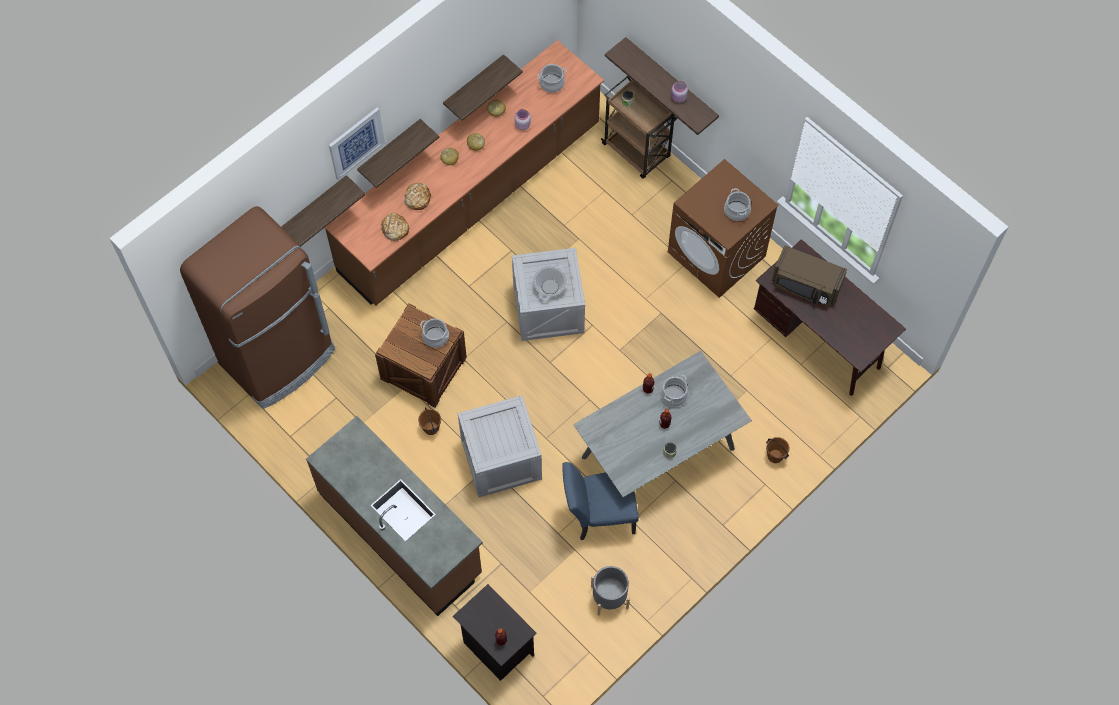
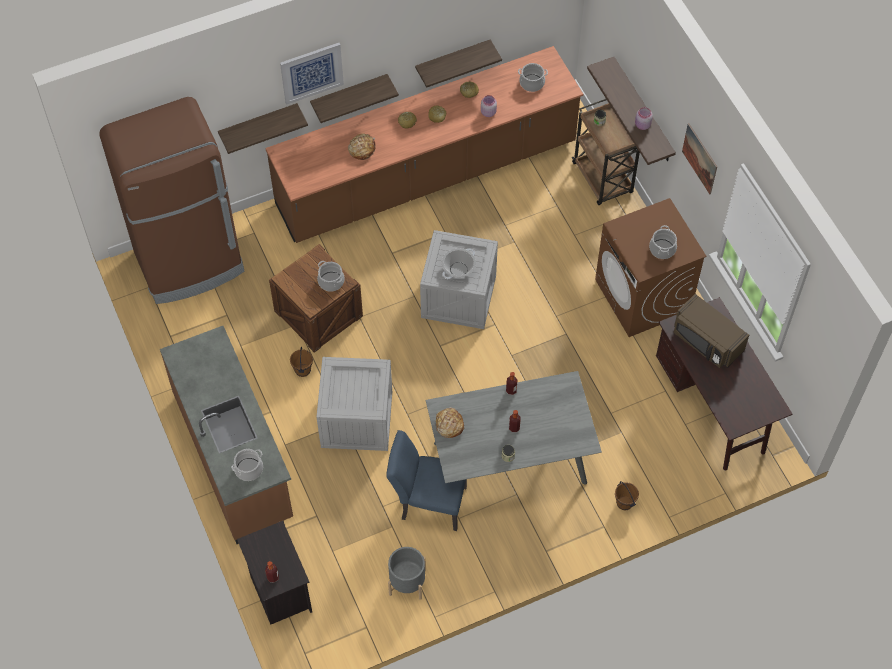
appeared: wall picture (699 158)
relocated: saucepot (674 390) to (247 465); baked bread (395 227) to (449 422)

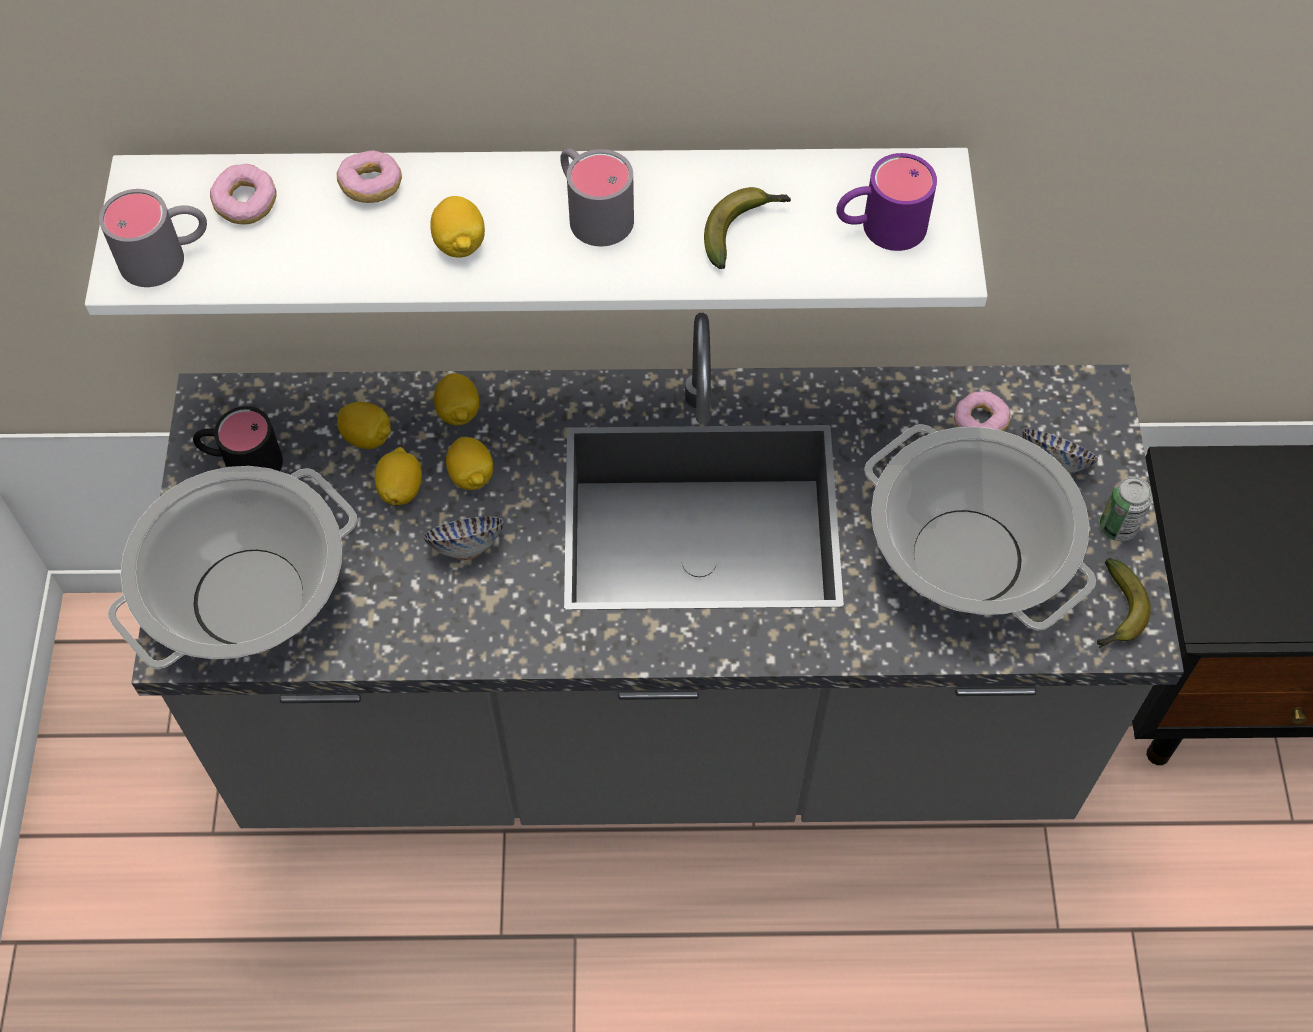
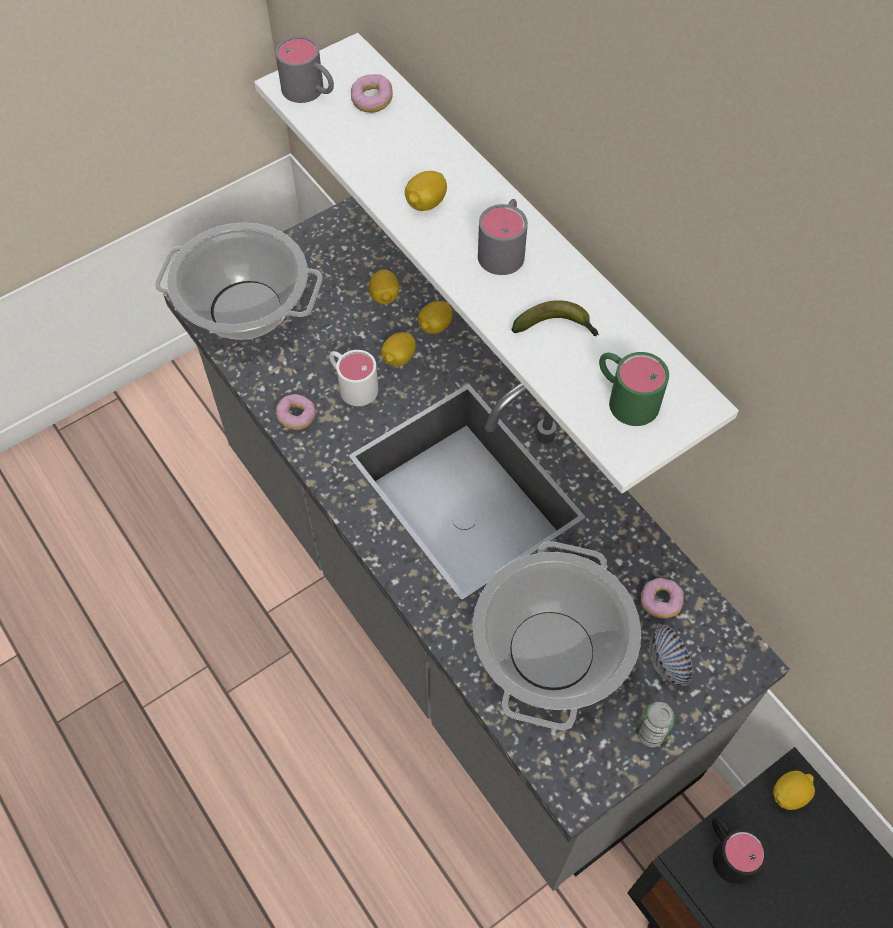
missing: banana (1124 603)
relocated: ring doughnut (369 176) to (296 412); tea mug (black-coloured) (238 438) to (739 850); citrus fruit (398 476) to (794 790)
exchanged: deep dish (463 538) to tea mug (white-coloured) (353 378)
colour: tea mug (purplish) (886 202) to tea mug (greenish) (634 389)

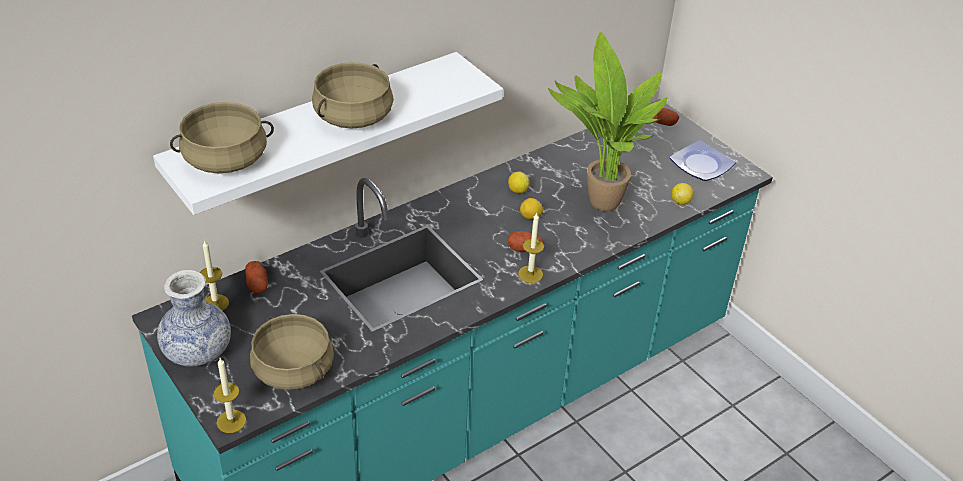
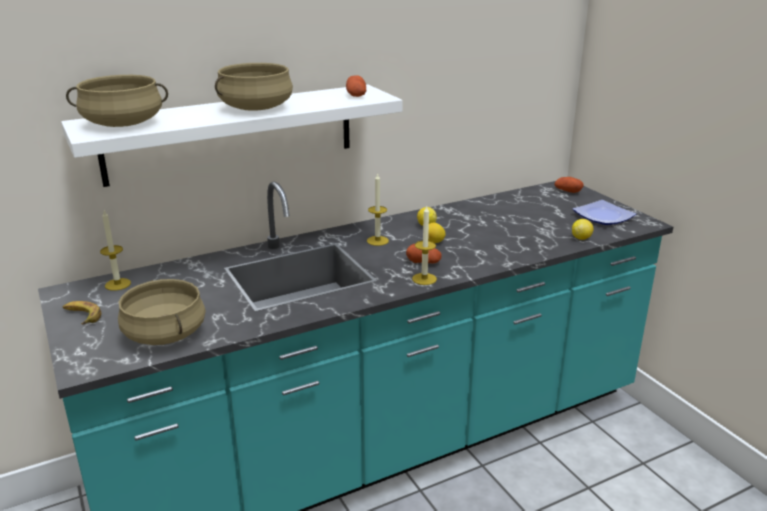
missing: potted plant (608 122)
relocated: potato (256 277) to (356 86); candle (229 395) to (378 209)
exchanged: decorative vase (194 318) to banana (82 313)

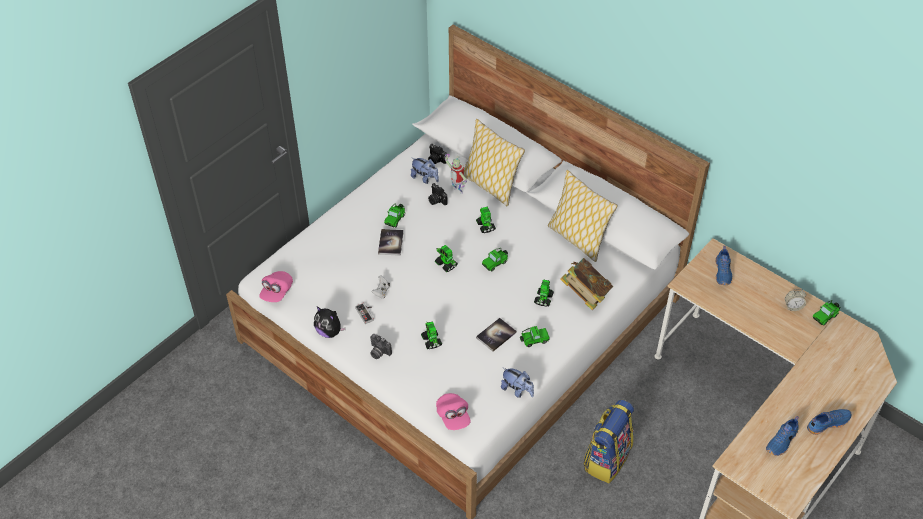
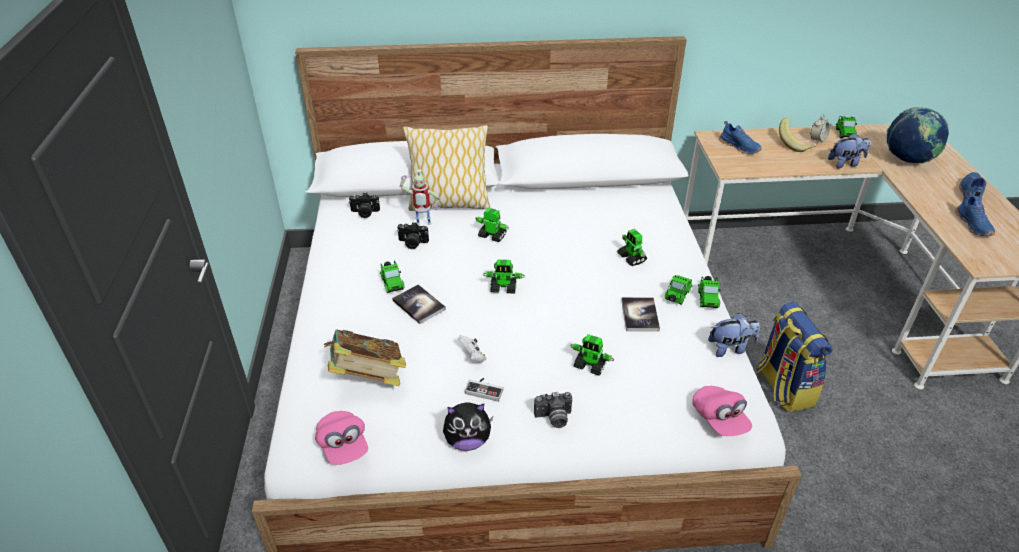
missing: cushion (583 216)
appeared: banana (797 135); world globe (918 135)
relocated: volume (586 284) to (365 357); toy car (495 259) to (709 292); plush toy (425 171) to (849 151)
spun: peaked cap (pink) (453 411) = (722 411) 45 degrees clockwise

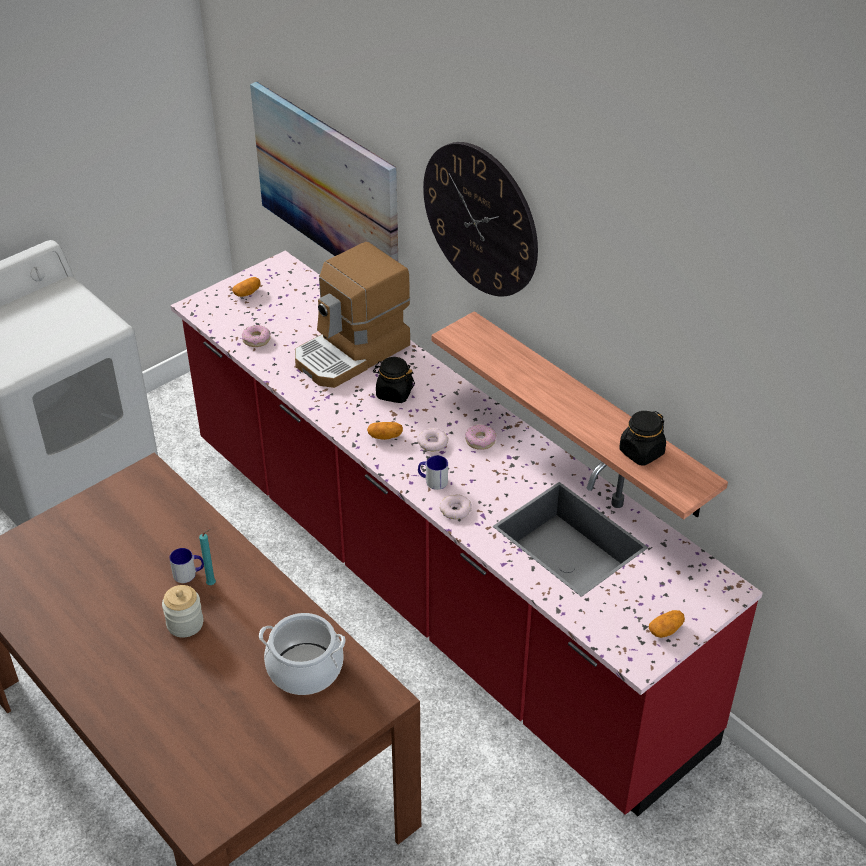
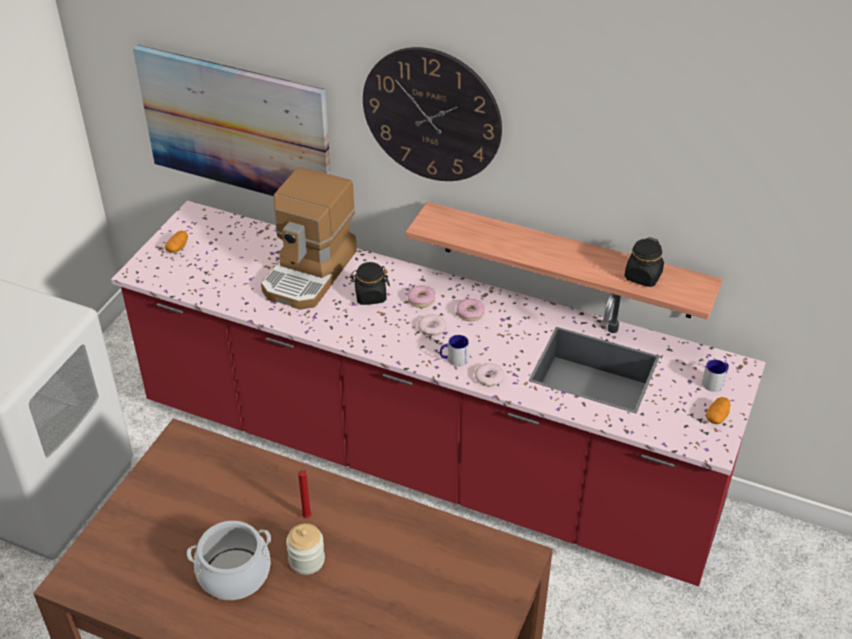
missing: potato (385 431)
relocated: saucepot (302 654) to (229 560); ring doughnut (256 336) to (421 296); tea mug (186 565) to (715 376)
colour: candle (turquoise) (207 557) to candle (red) (304 490)

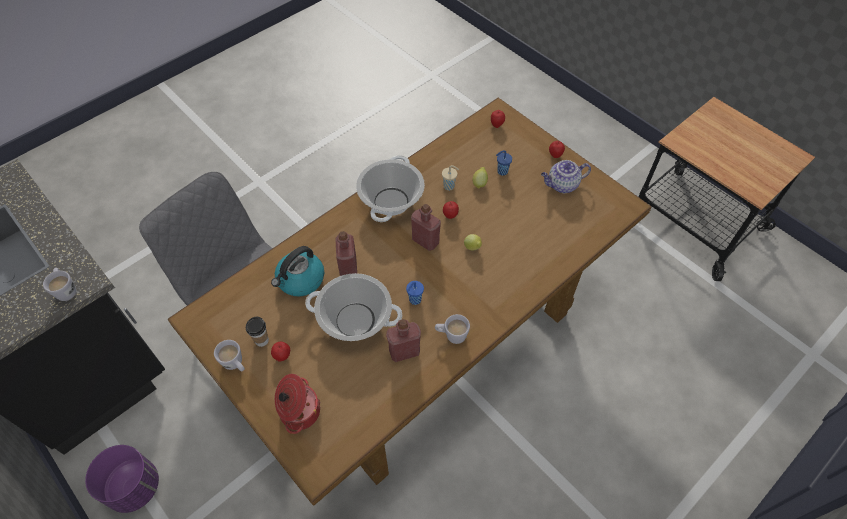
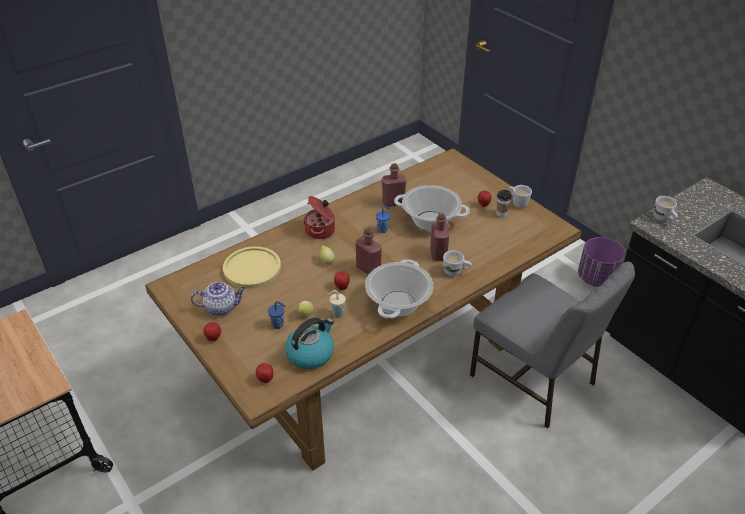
appeared: plate (yellowish) (252 267)
relocated: tea kettle (297 271) to (309 343); saucepot (298 404) to (319 217); tea mug (white-coloured) (452 329) to (457 263)

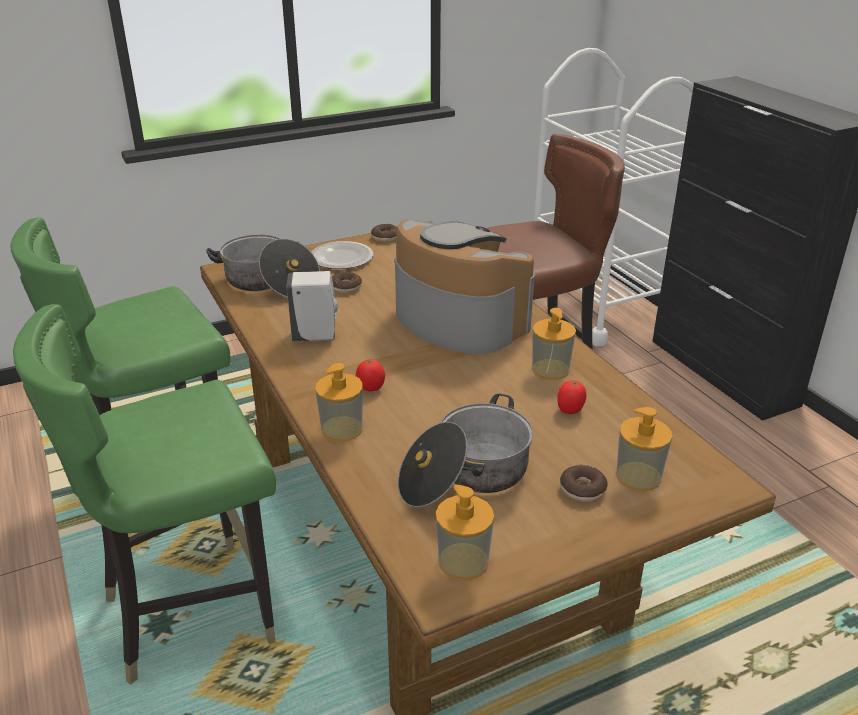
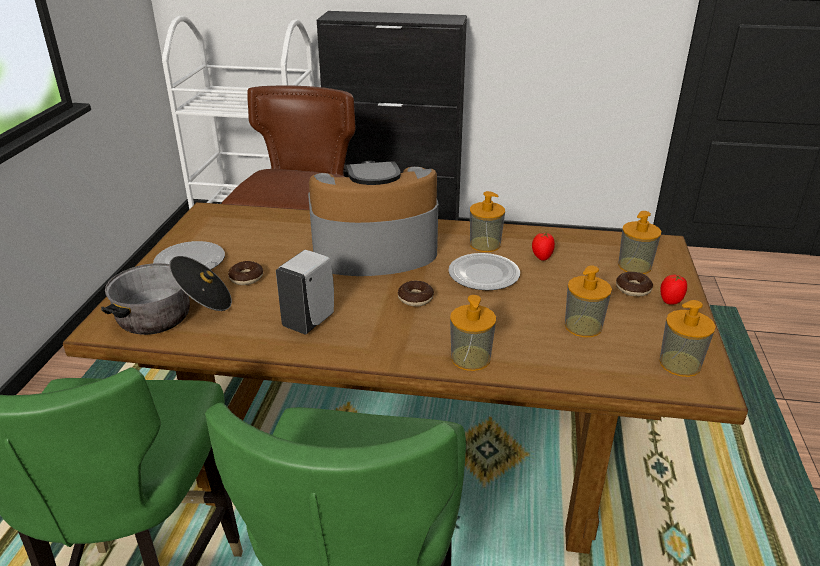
appeared: plate (484 271)
relocated: ring doughnut (384 233) to (416 294); whole tomato (370 375) to (673 289)
exchanged: saucepot (465 451) to liquid soap bottle (588 301)

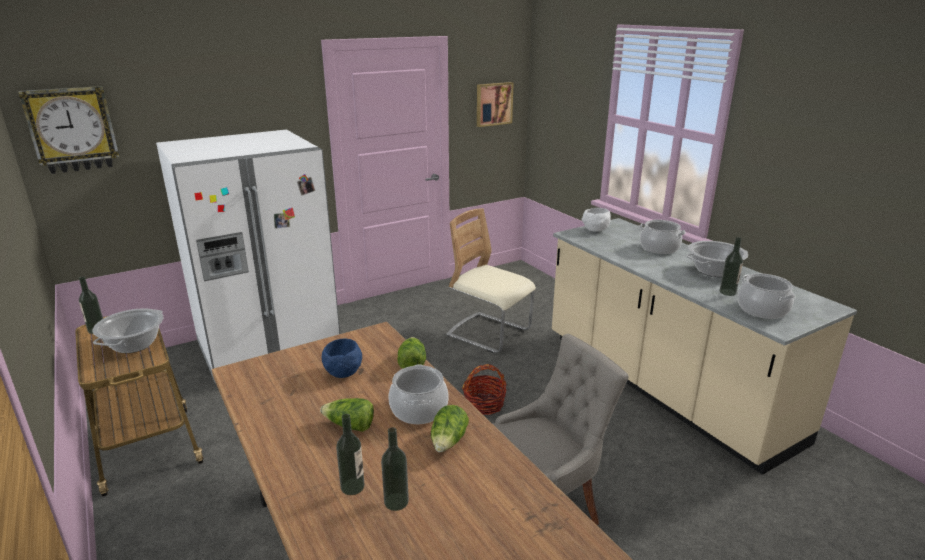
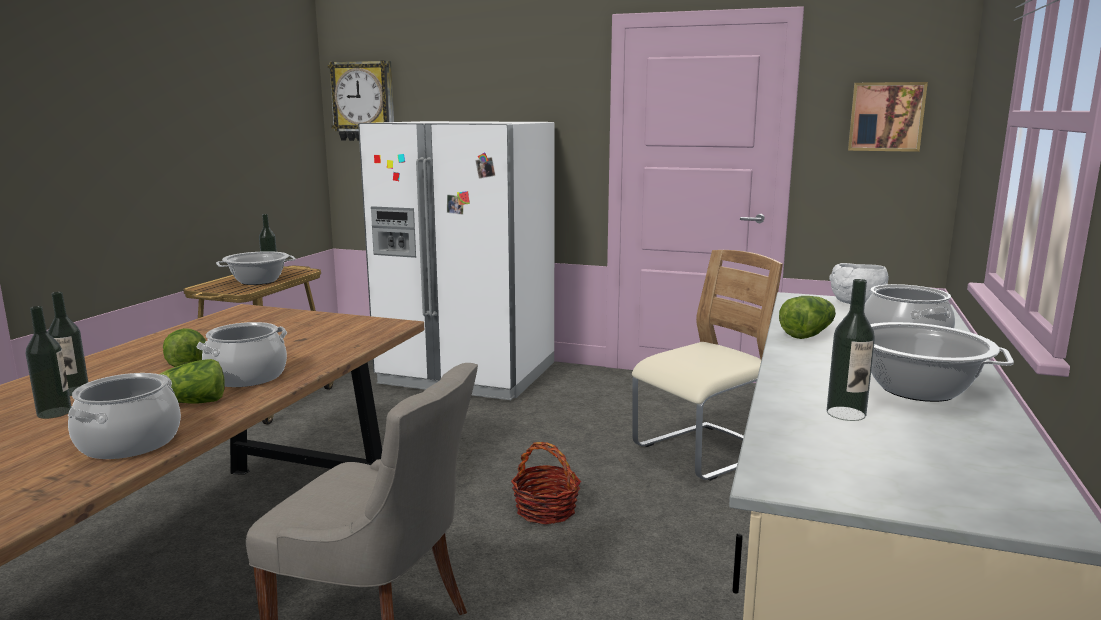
missing: deep dish (blue-coloured) (342 358)
relocated: saucepot (766 296) to (124 416); lettuce (411 353) to (807 317)
spun: plain chair (beige-coloured) (491 280) = (707 365) 60 degrees clockwise

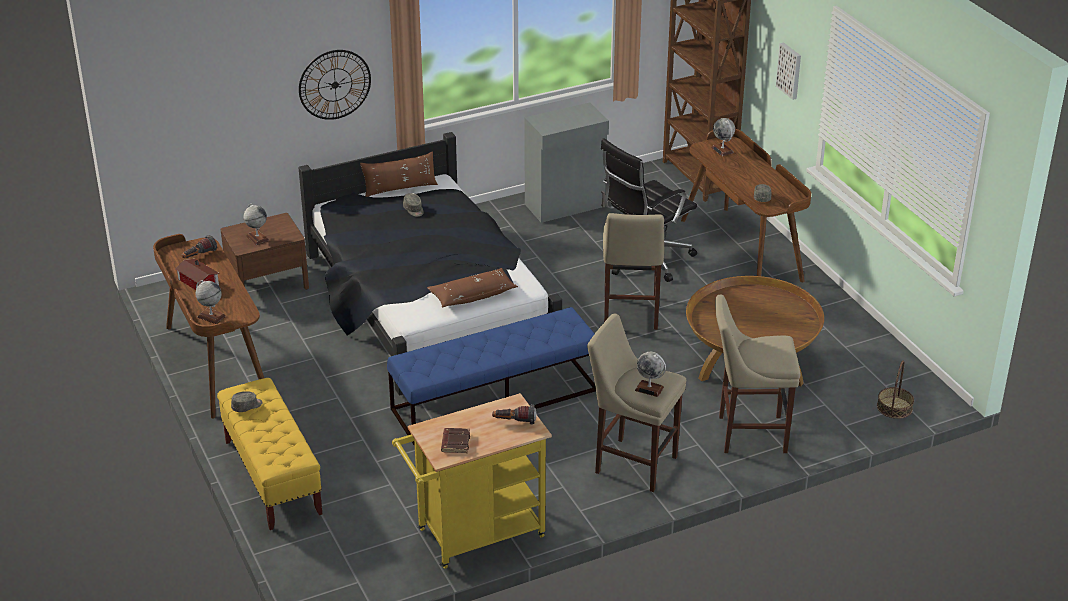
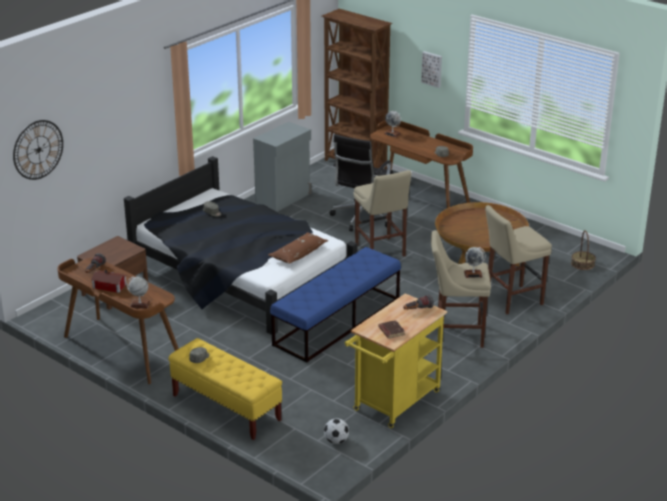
missing: world globe (256 224); cushion (brown) (399 174)
appeared: ball for football (336 431)
relocated: hanging clock (335 85) to (38 150)

